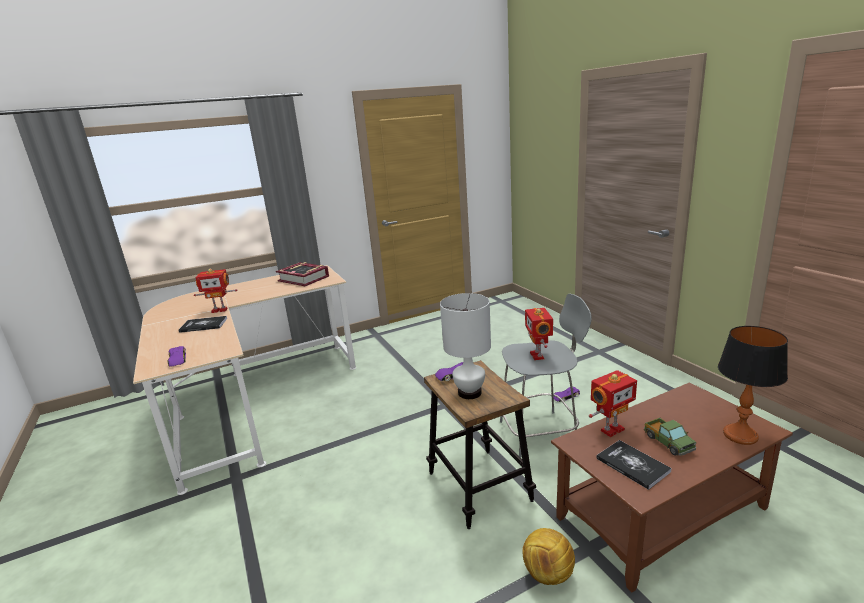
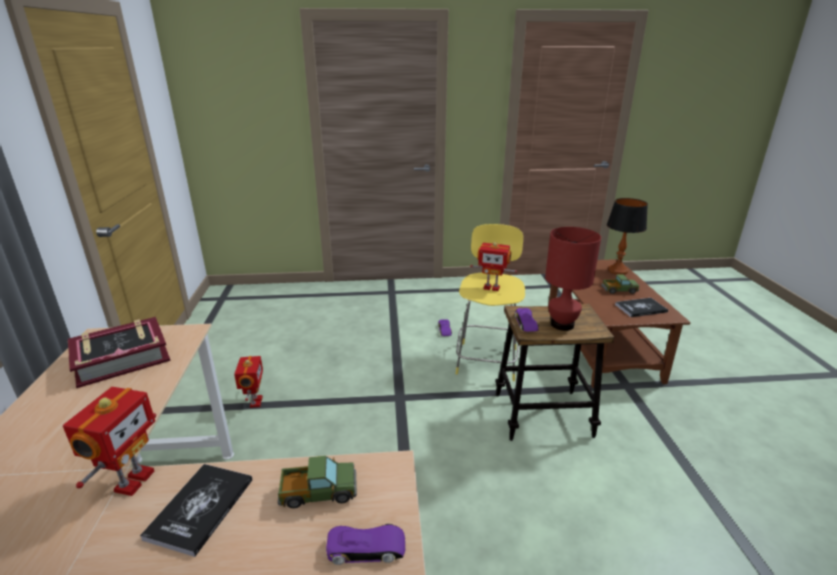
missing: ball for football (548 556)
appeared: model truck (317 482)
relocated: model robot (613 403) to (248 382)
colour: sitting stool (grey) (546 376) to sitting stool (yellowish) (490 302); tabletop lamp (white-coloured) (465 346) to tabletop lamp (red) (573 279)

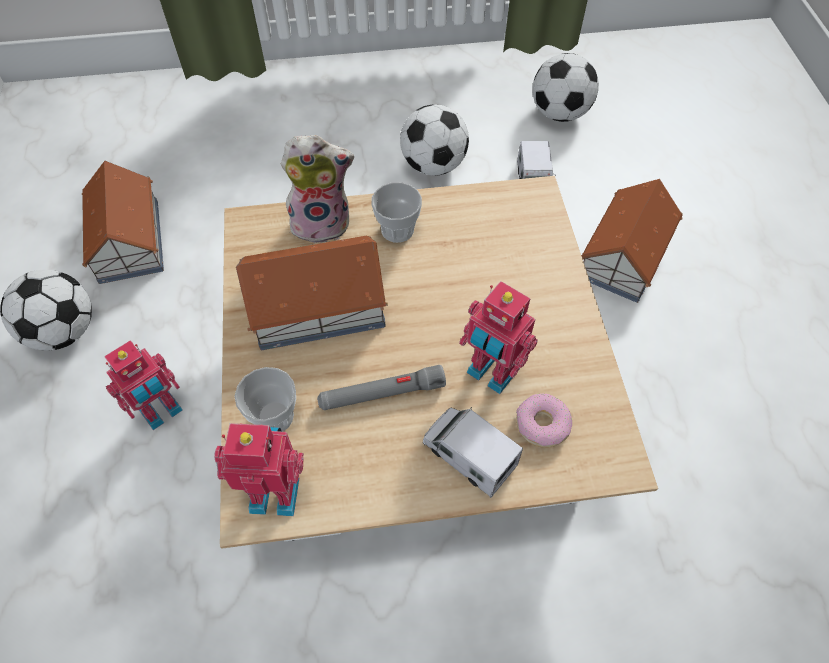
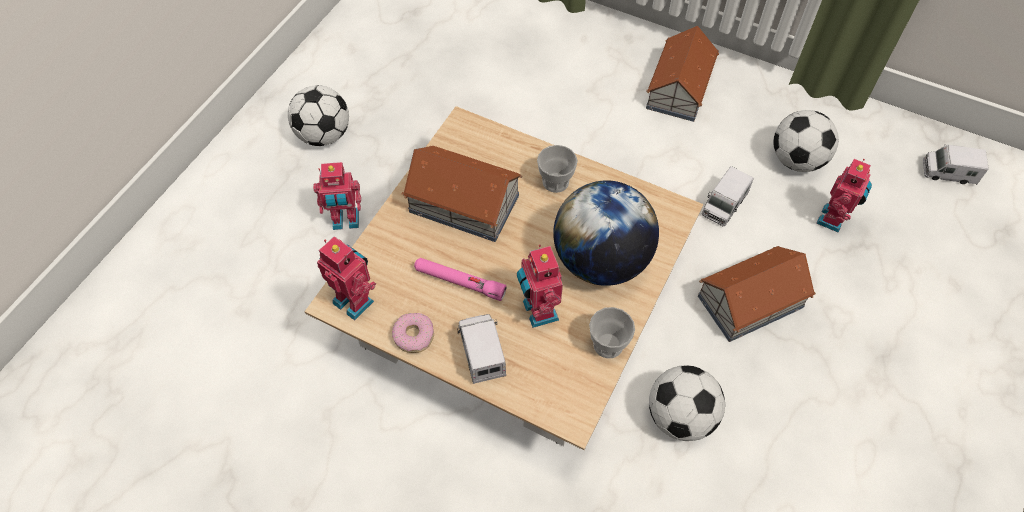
missing: plush toy (317 189)
appeared: world globe (606 233); model robot (844 196); model truck (956 165)
relocated: ring doughnut (544 420) to (413 333); cup (265 399) to (612 332); miniature house (122 222) to (682 73); ball for football (434 140) to (687 403)
colour: flashlight (grey) (381 387) to flashlight (pink) (460 279)

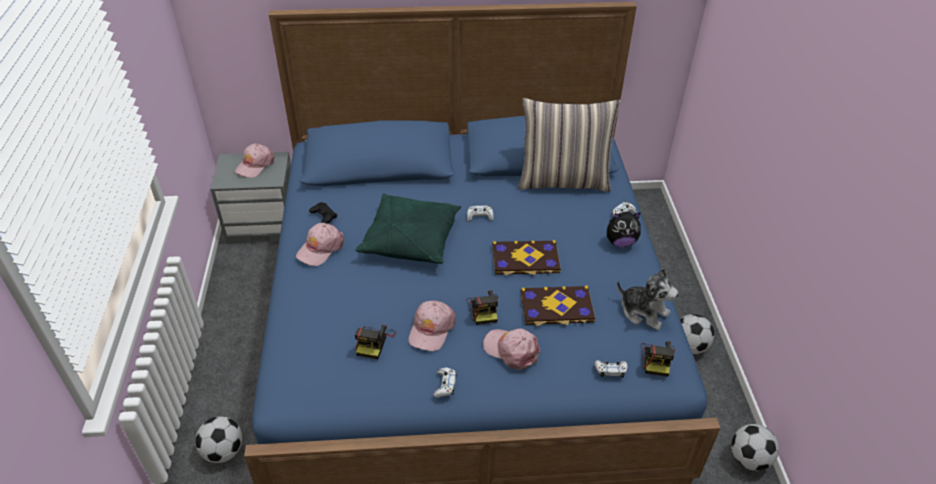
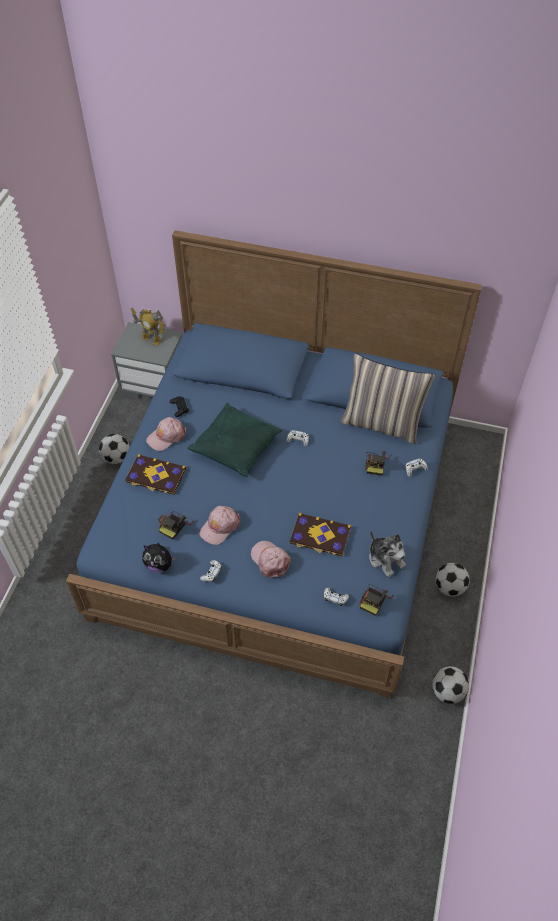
relocated: ball for football (218 439) to (114 449); volume (527 258) to (155 474); plush toy (624 229) to (159 557); photo camera (482 307) to (377 463)
exchanged: peaked cap (pink) (254 161) to model robot (148 327)

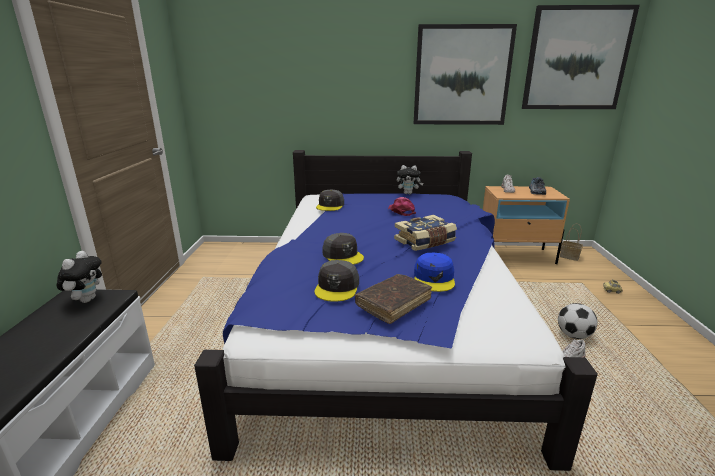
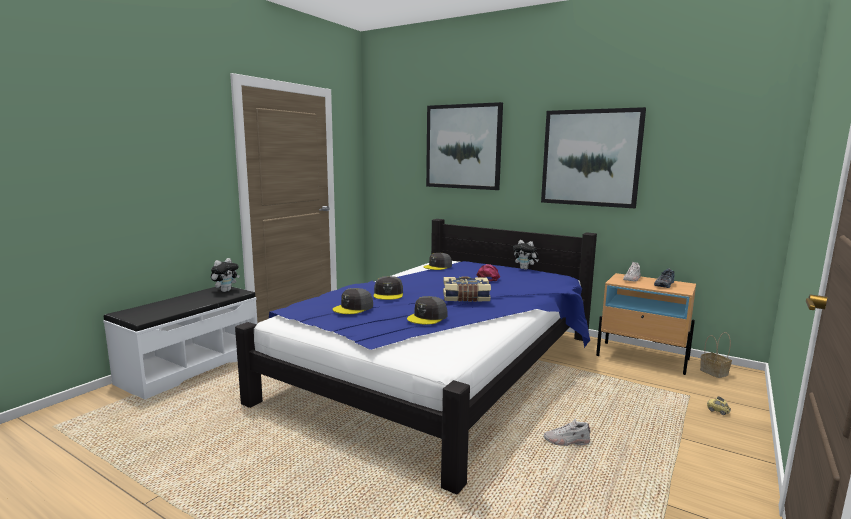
missing: volume (brown) (393 299); ball for football (578 321)
relocated: wall picture (581 57) to (464 146)
colour: peaked cap (blue-coloured) (434 272) to peaked cap (grey) (427 310)

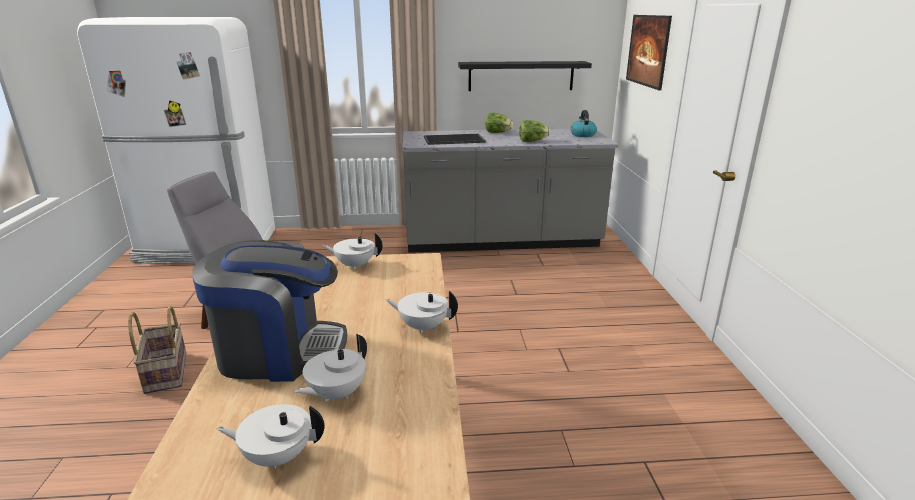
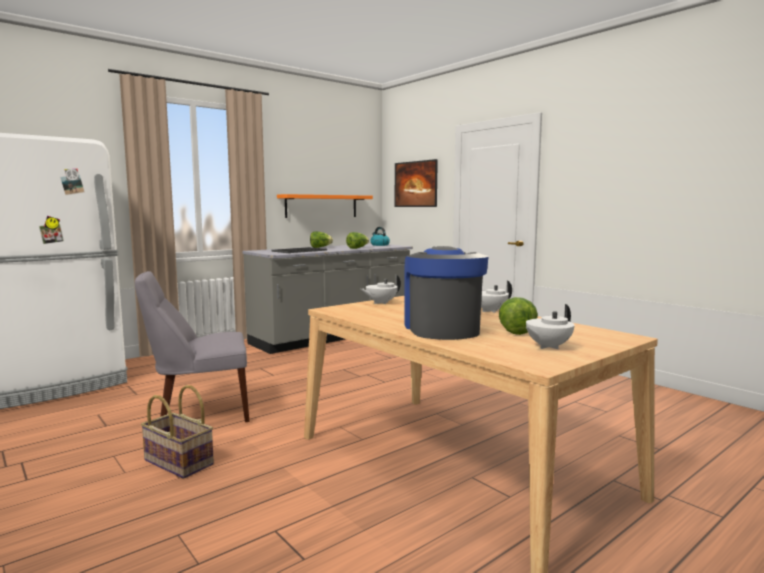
exchanged: tea pot (white-coloured) (330 368) to lettuce (518 316)
colour: wall shelf (black-coloured) (525 76) to wall shelf (orange) (325 206)
spun: coffee maker (269 311) = (446 293) 60 degrees counterclockwise

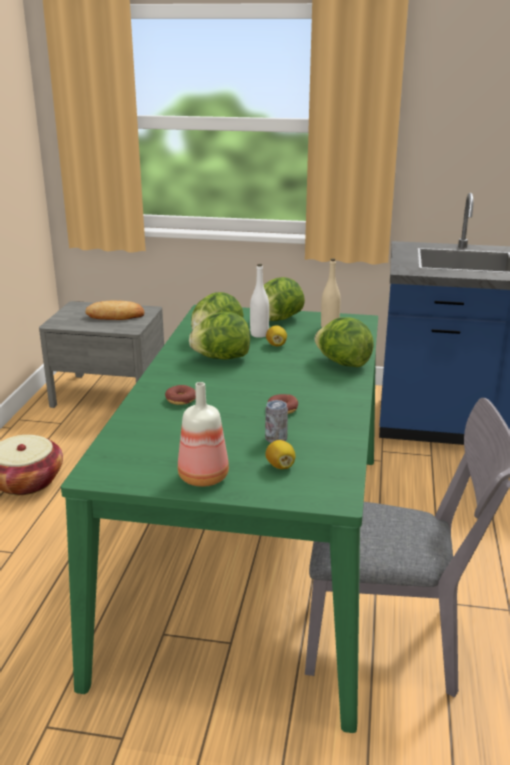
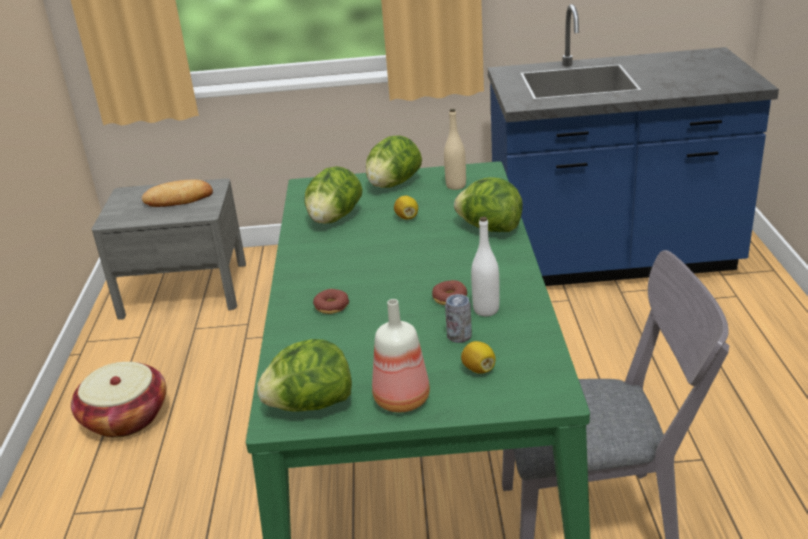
relocated: lettuce (219 335) to (304 375); bottle (white-coloured) (259 301) to (485 266)

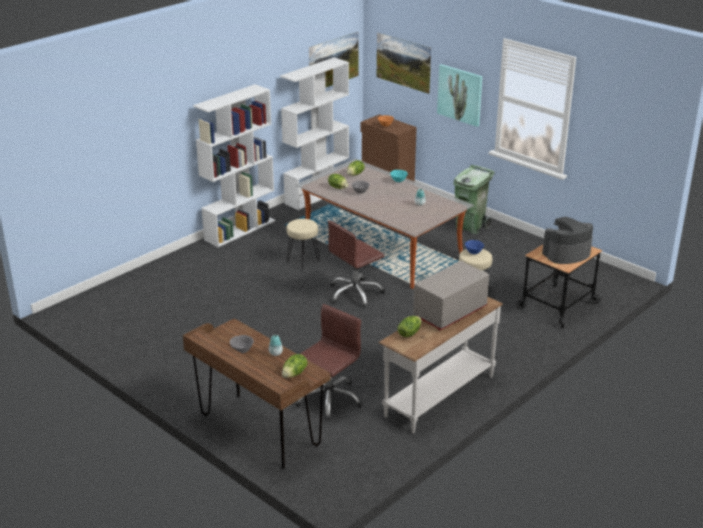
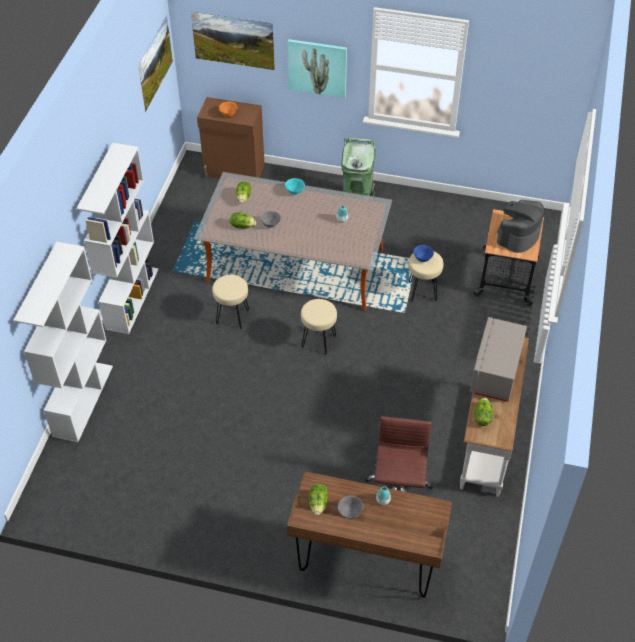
relocated: bookshelf (white-coloured) (314 133) to (63 342); lettuce (294 366) to (318 499)
exchanged: computer chair (brown) (356 264) to sitting stool (beige-coloured) (319 327)

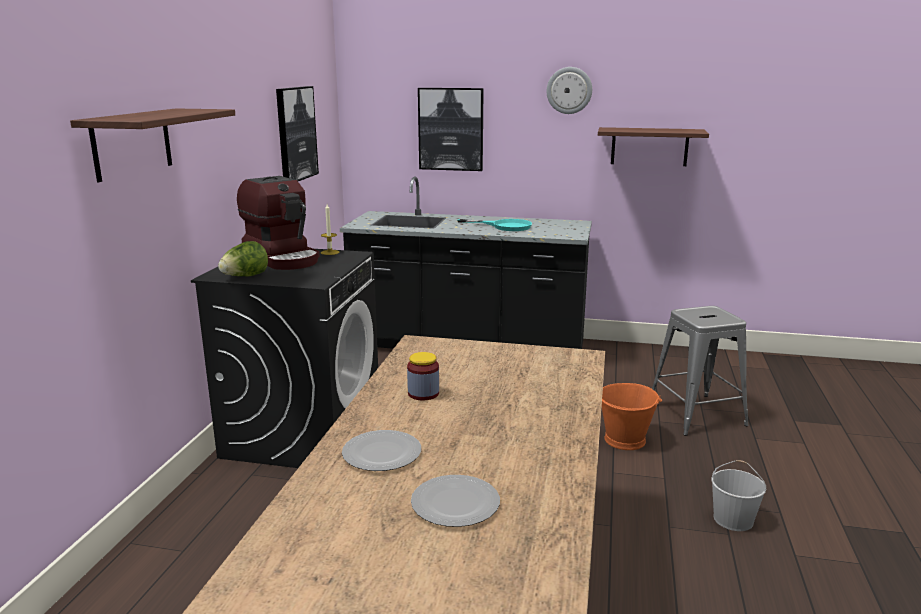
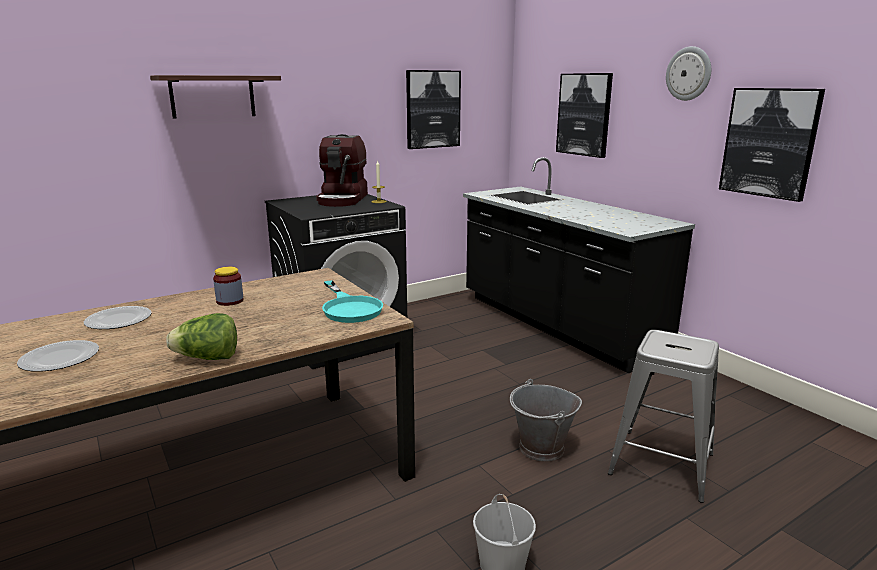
relocated: lettuce (243 258) to (201 336); frying pan (turquoise) (494 225) to (352 301)
exchanged: wall shelf (653 146) to wall picture (772 145)
colour: pail (orange) (632 416) to pail (grey) (546 420)

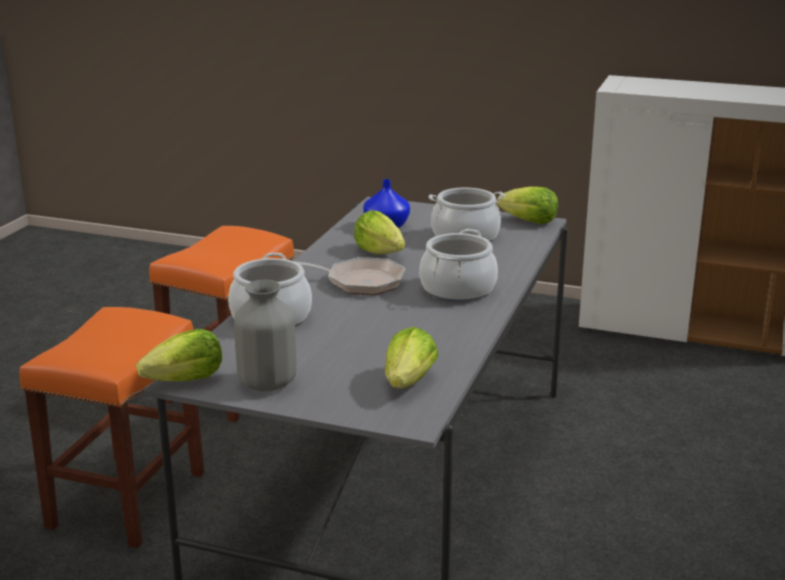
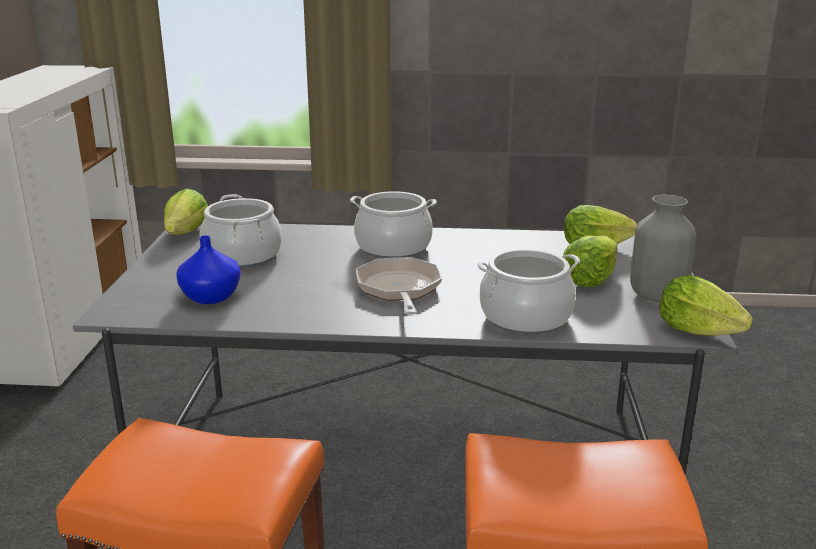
relocated: lettuce (379 232) to (590 261)

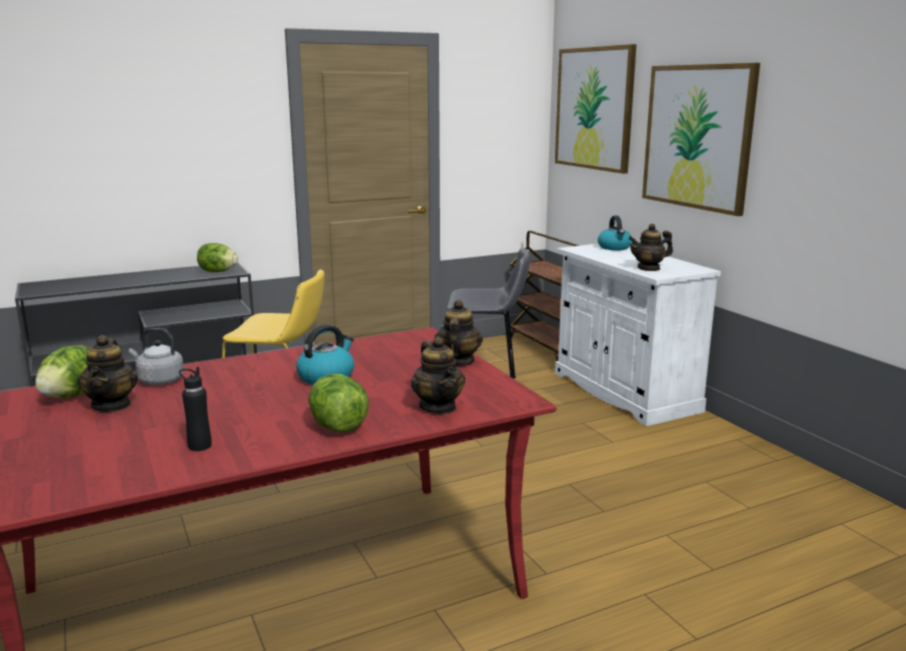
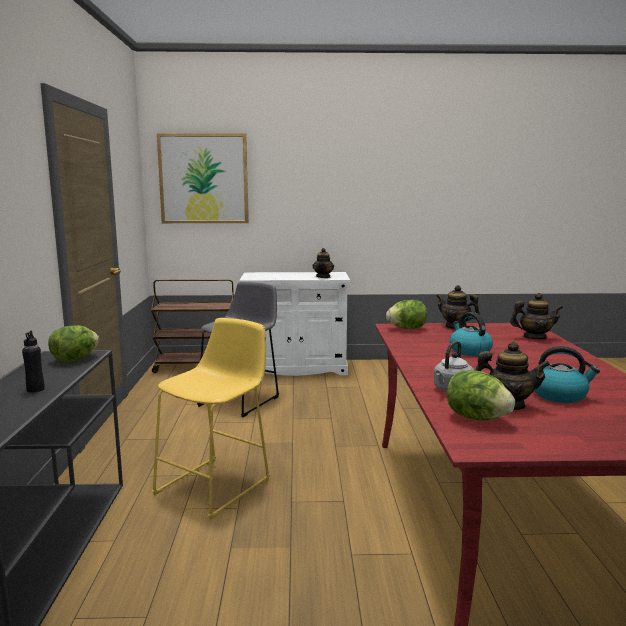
missing: wall picture (701 139)
relocated: bottle (black-coloured) (195 409) to (33 361); lettuce (338 403) to (406 314); tea kettle (615 232) to (567 374)

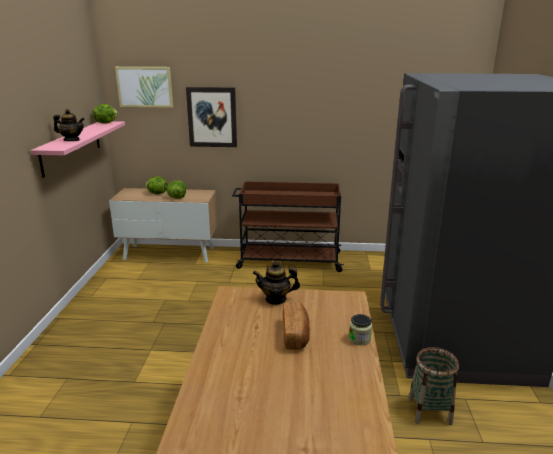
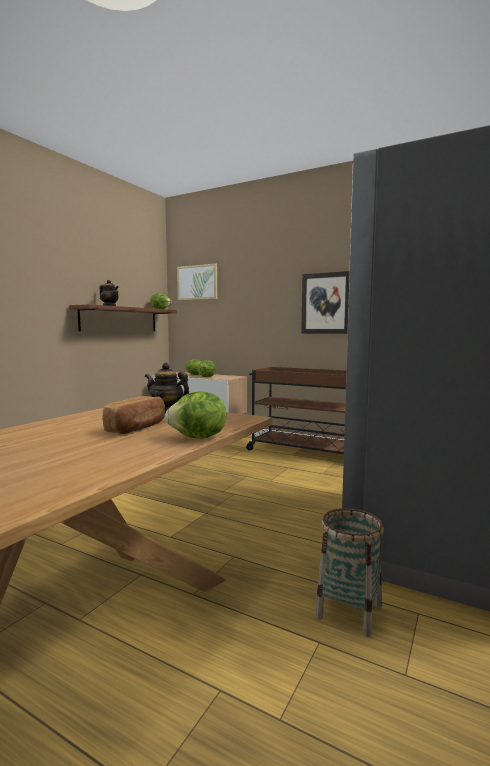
relocated: wall picture (211 117) to (325 302)
exchanged: preserve jar (360 329) to lettuce (195 415)
colour: wall shelf (pink) (78 149) to wall shelf (brown) (123 318)

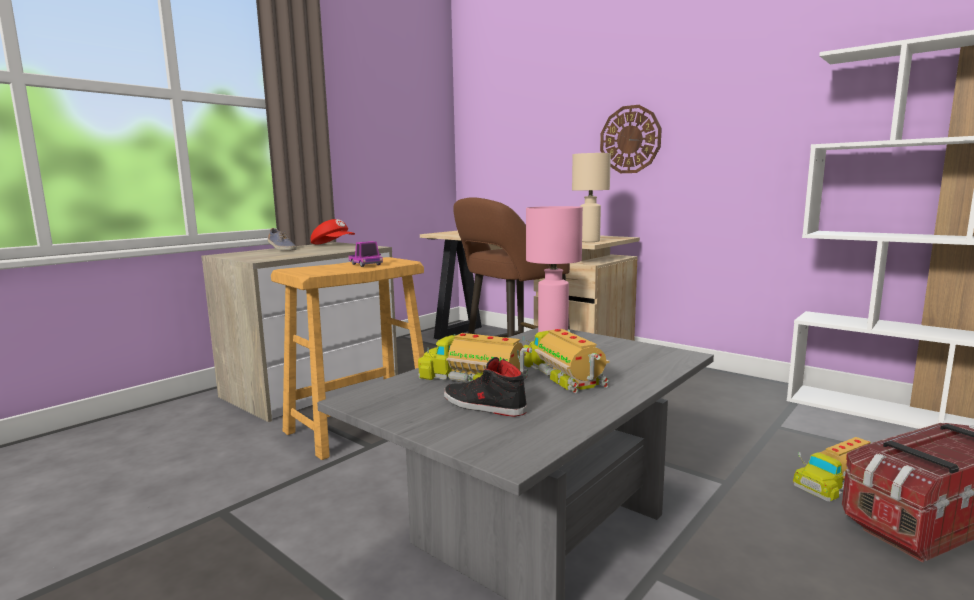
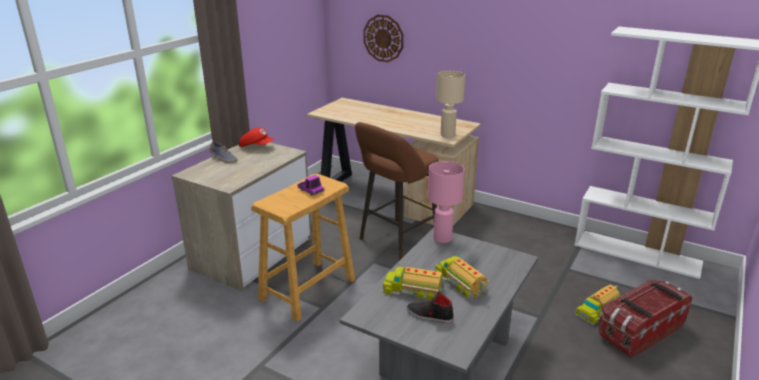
relocated: hanging clock (631 139) to (383 38)

